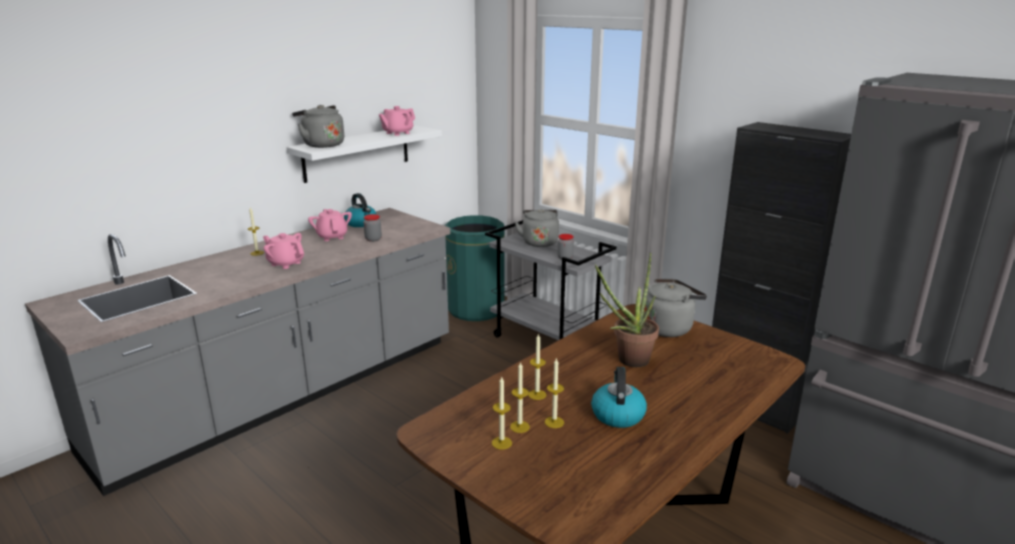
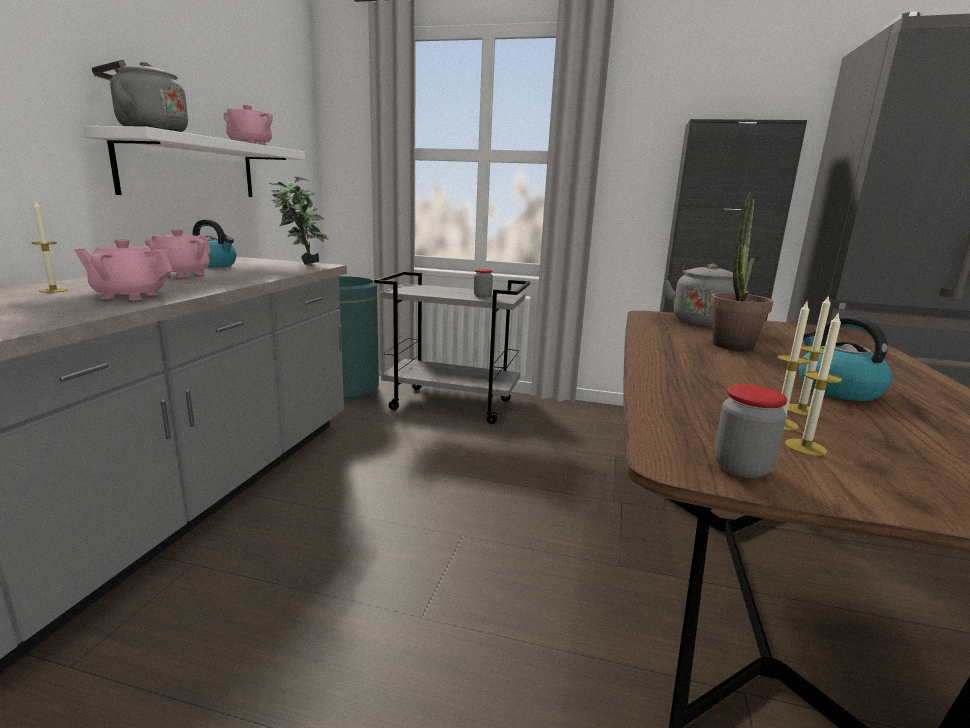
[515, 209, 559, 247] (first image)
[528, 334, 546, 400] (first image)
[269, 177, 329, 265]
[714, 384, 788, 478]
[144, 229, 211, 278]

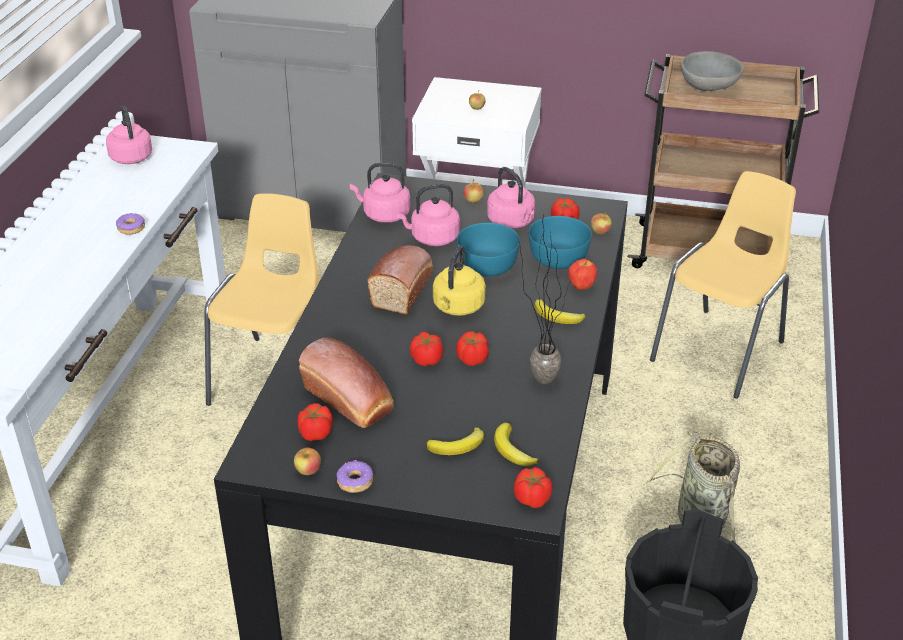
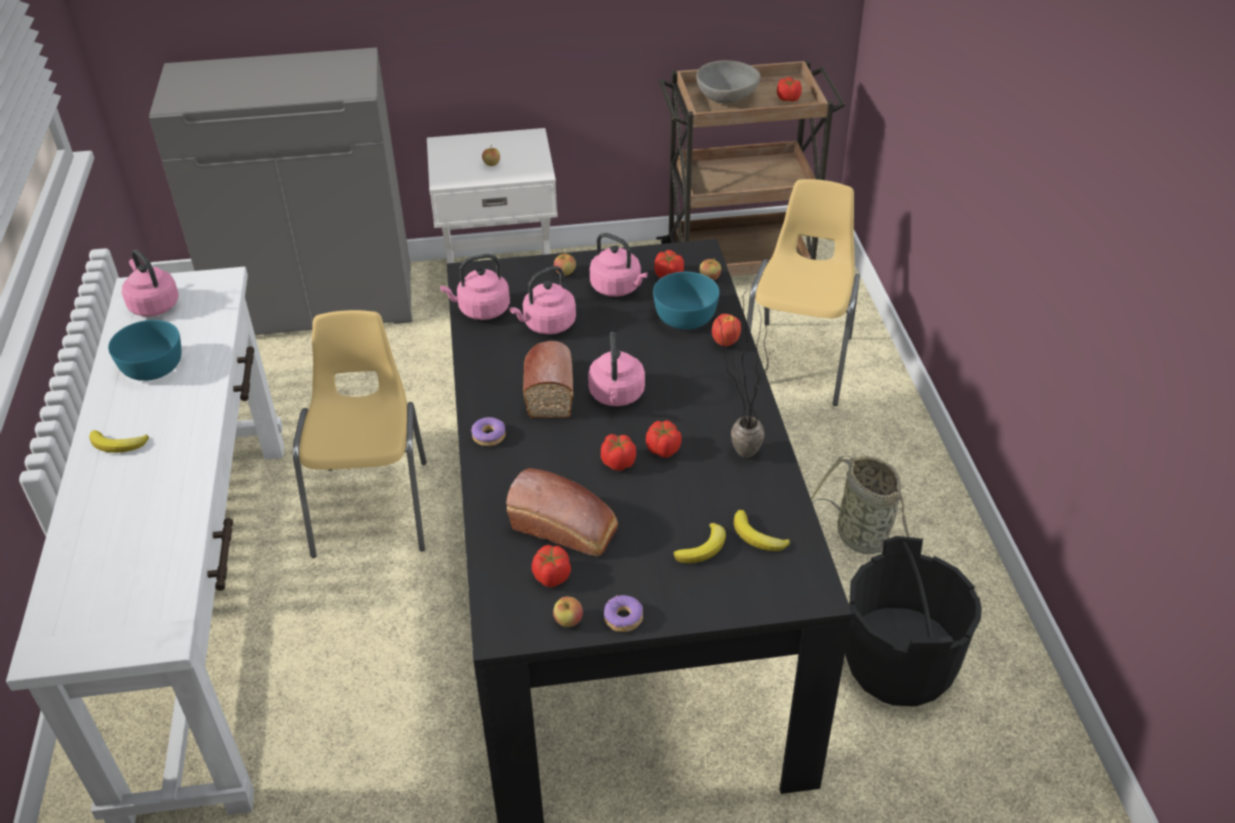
[471, 417, 506, 446]
[108, 320, 181, 381]
[777, 77, 802, 102]
[89, 430, 149, 453]
[588, 332, 645, 406]

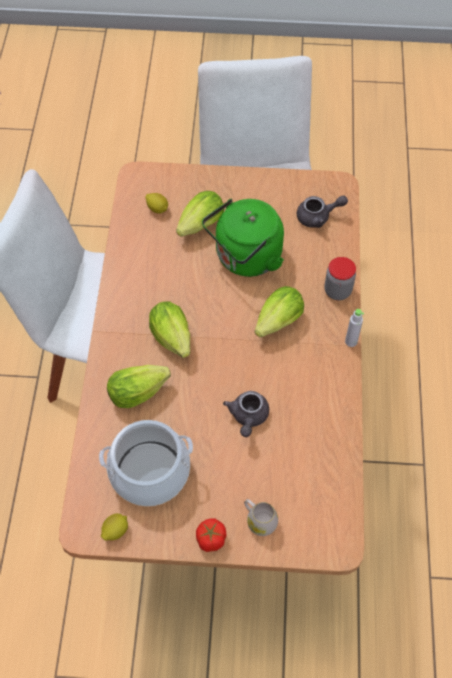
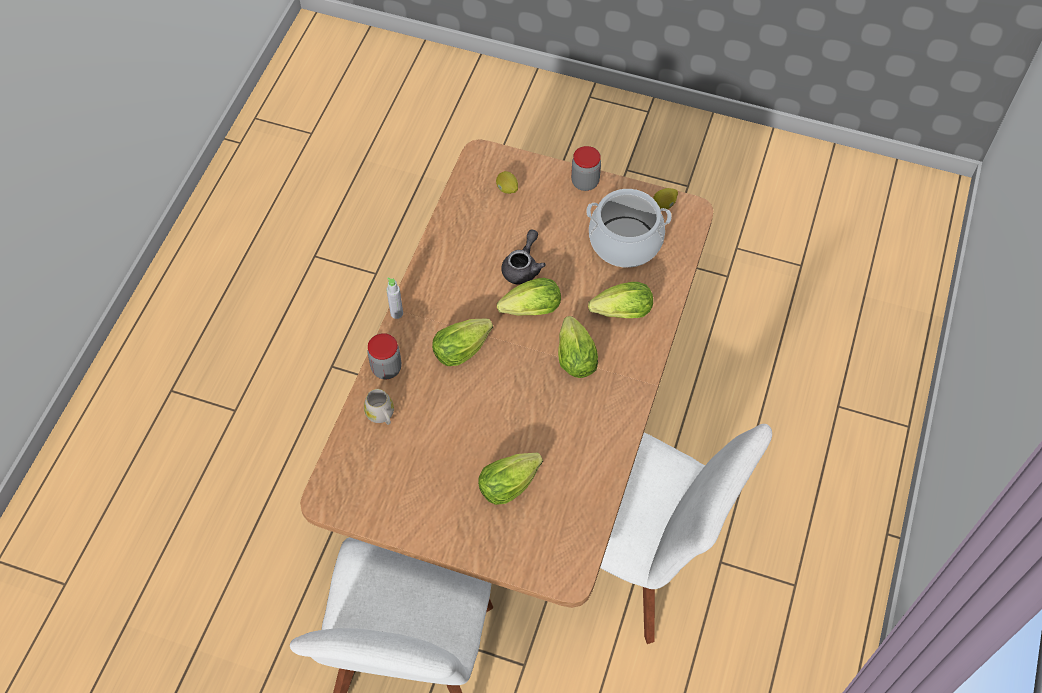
[202, 199, 284, 277] (first image)
[297, 195, 348, 228] (first image)
[497, 278, 561, 316]
[496, 171, 518, 194]
[364, 389, 394, 425]
[571, 146, 601, 191]

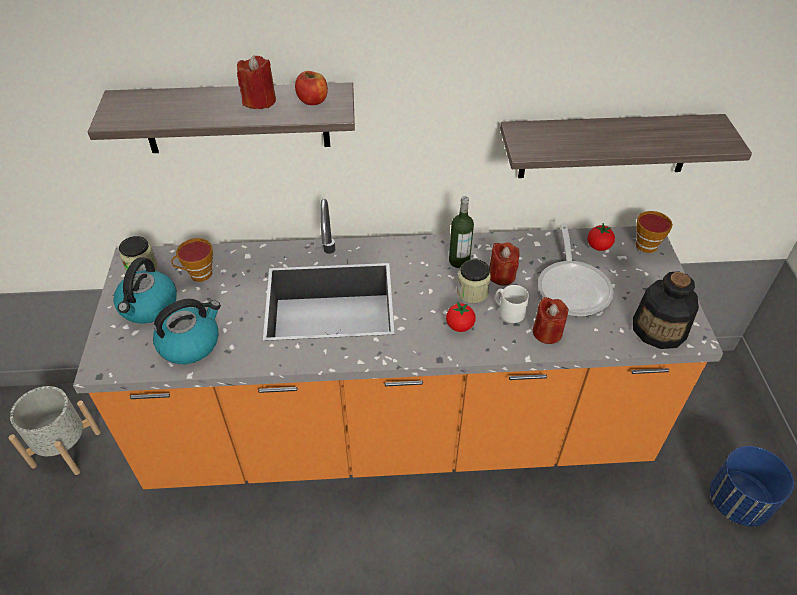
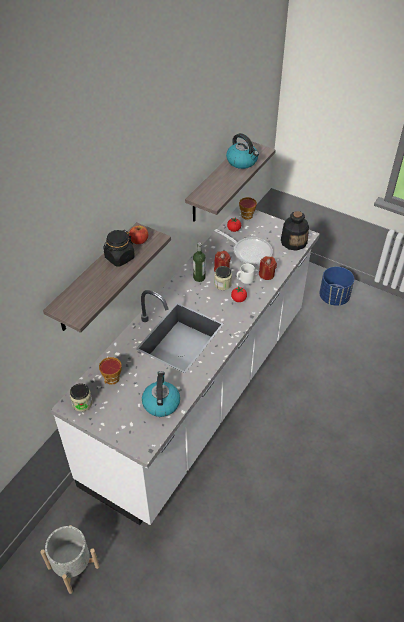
[226, 133, 259, 169]
[103, 230, 135, 267]
[51, 205, 320, 525]

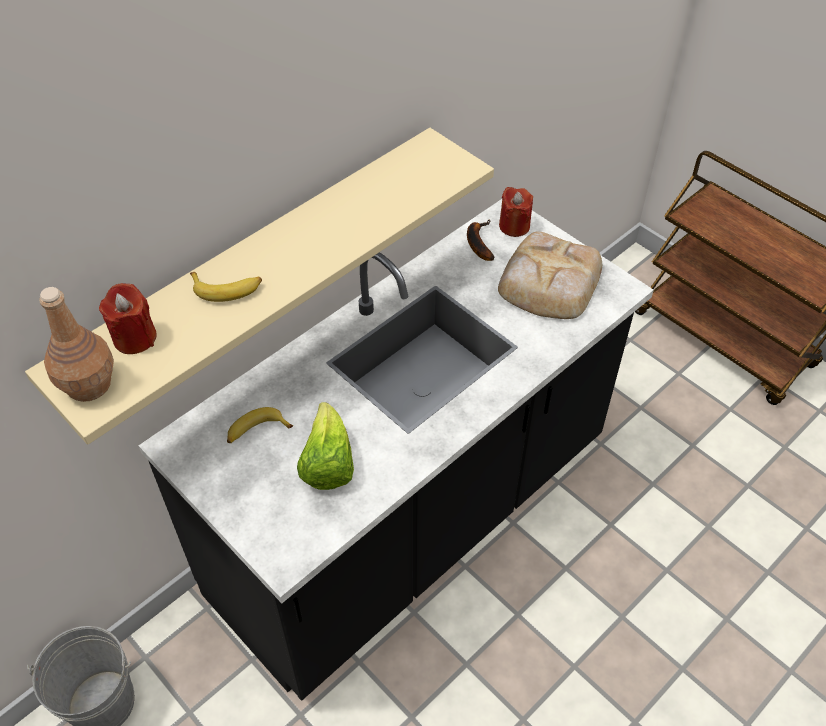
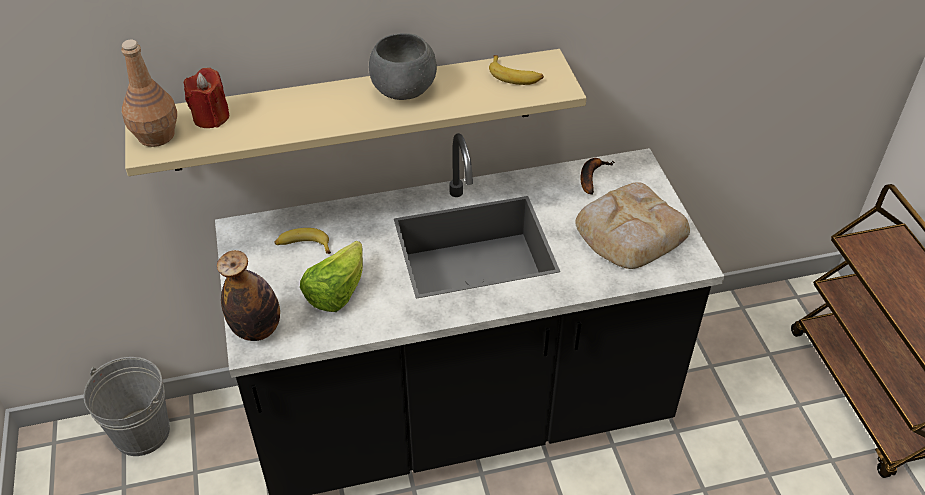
[499, 187, 533, 237] (first image)
[217, 250, 280, 341]
[369, 33, 437, 100]
[489, 55, 544, 85]

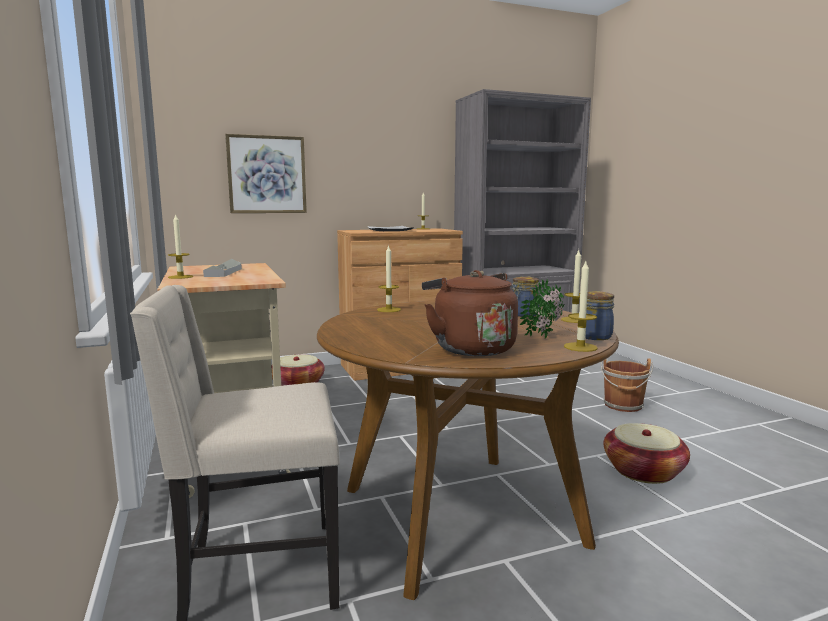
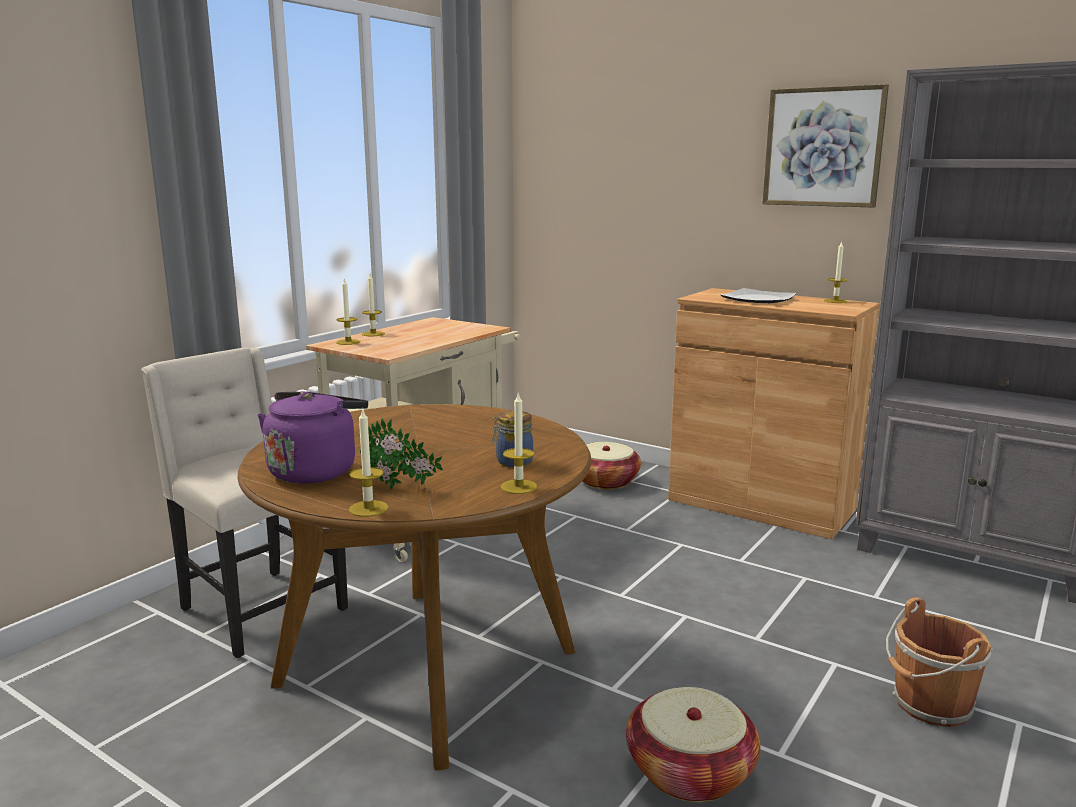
[203, 259, 242, 277] (first image)
[585, 291, 614, 340] (first image)
[762, 84, 889, 208]
[336, 278, 360, 345]
[258, 391, 368, 484]

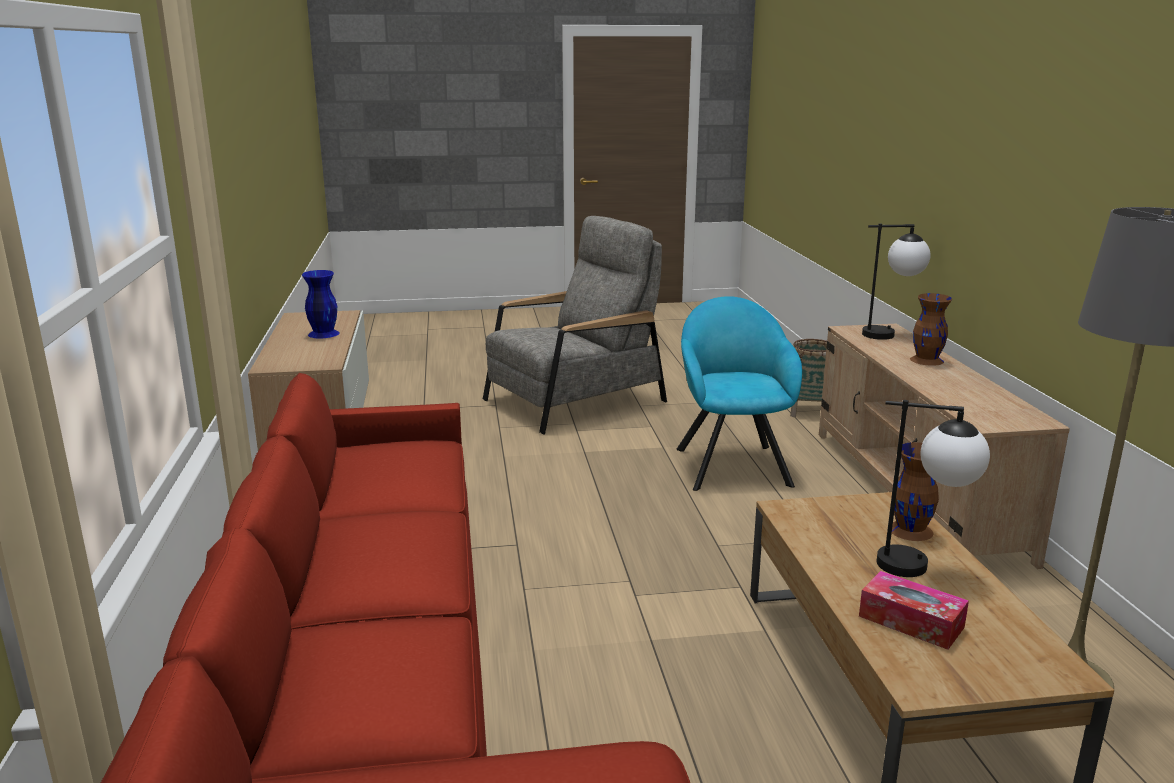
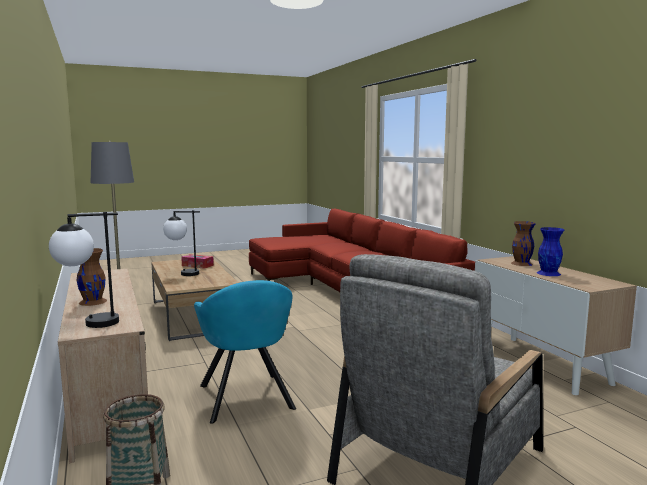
[511, 221, 536, 266]

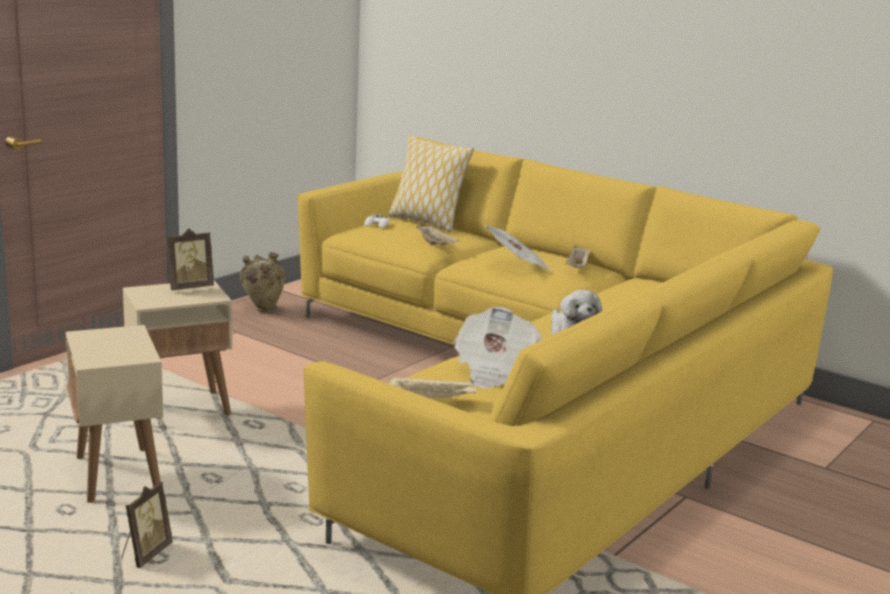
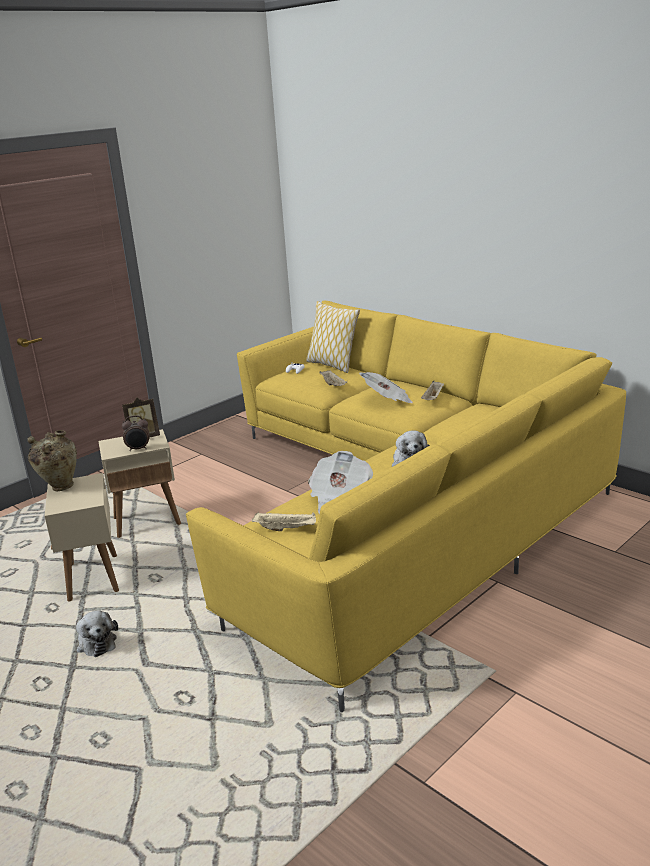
[122, 415, 150, 451]
[28, 430, 77, 491]
[76, 610, 118, 657]

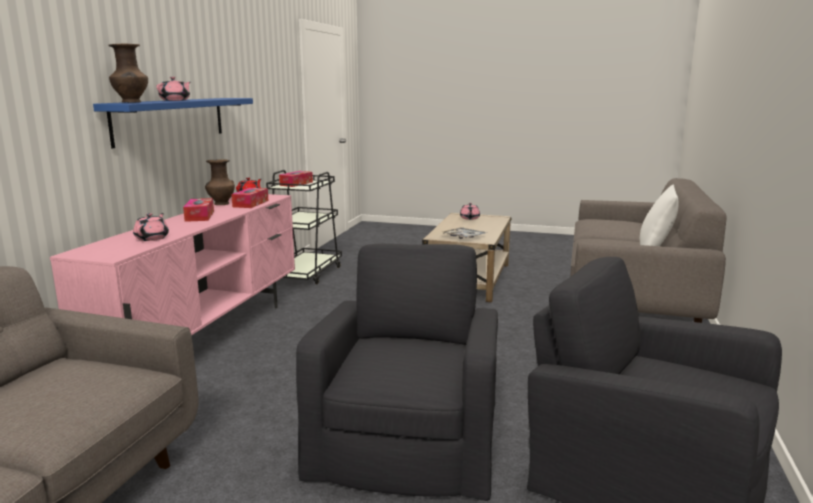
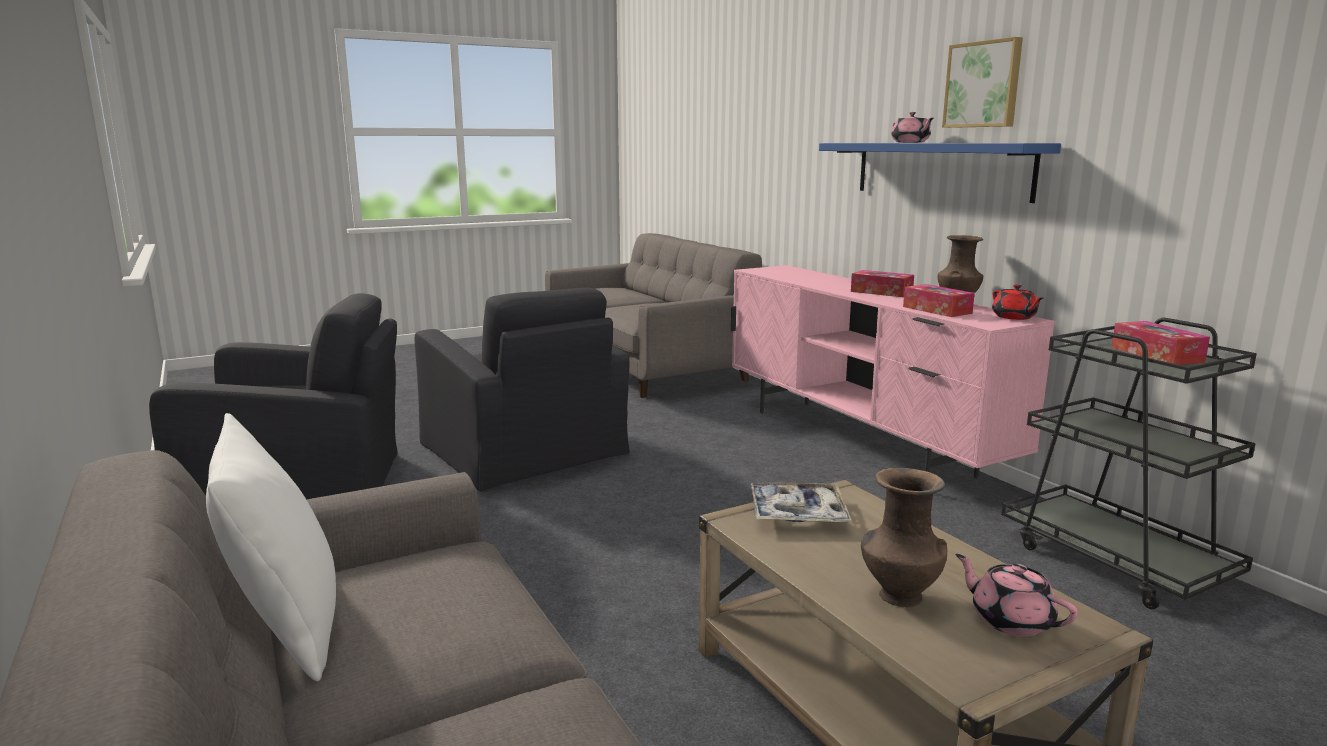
[133, 213, 169, 241] (first image)
[942, 37, 1023, 128]
[861, 468, 947, 607]

